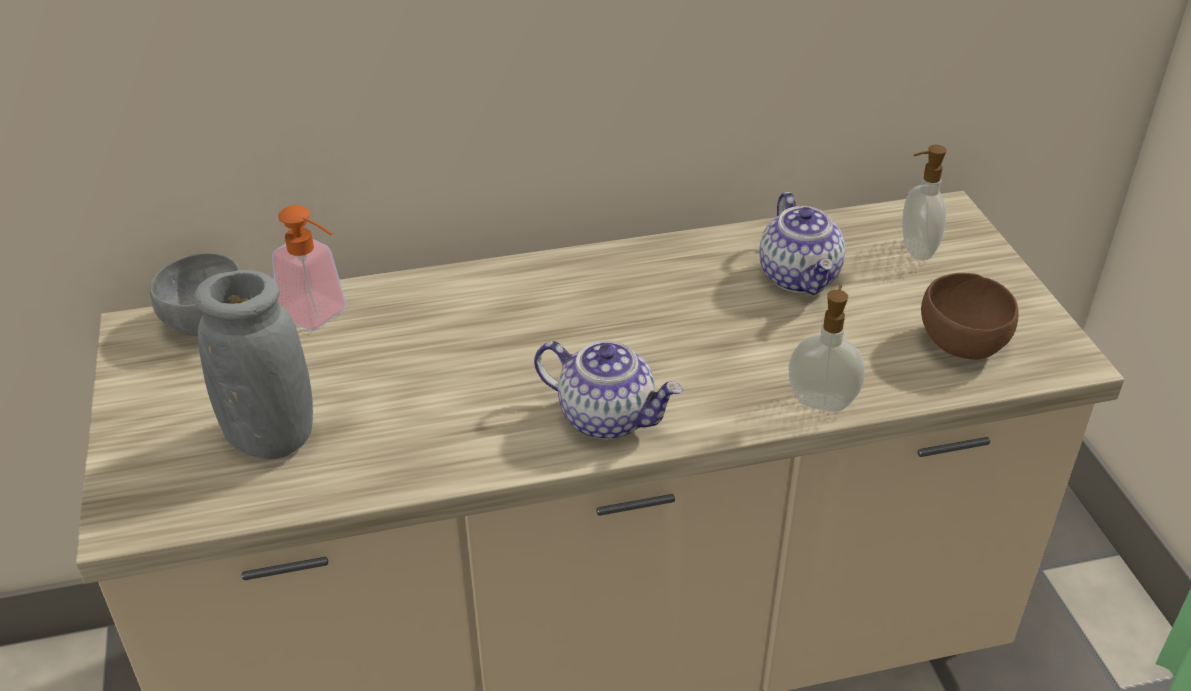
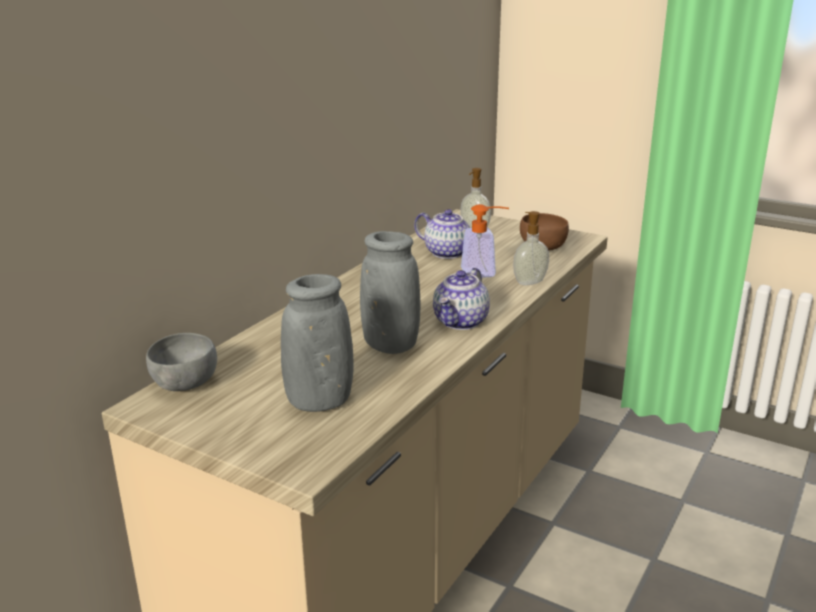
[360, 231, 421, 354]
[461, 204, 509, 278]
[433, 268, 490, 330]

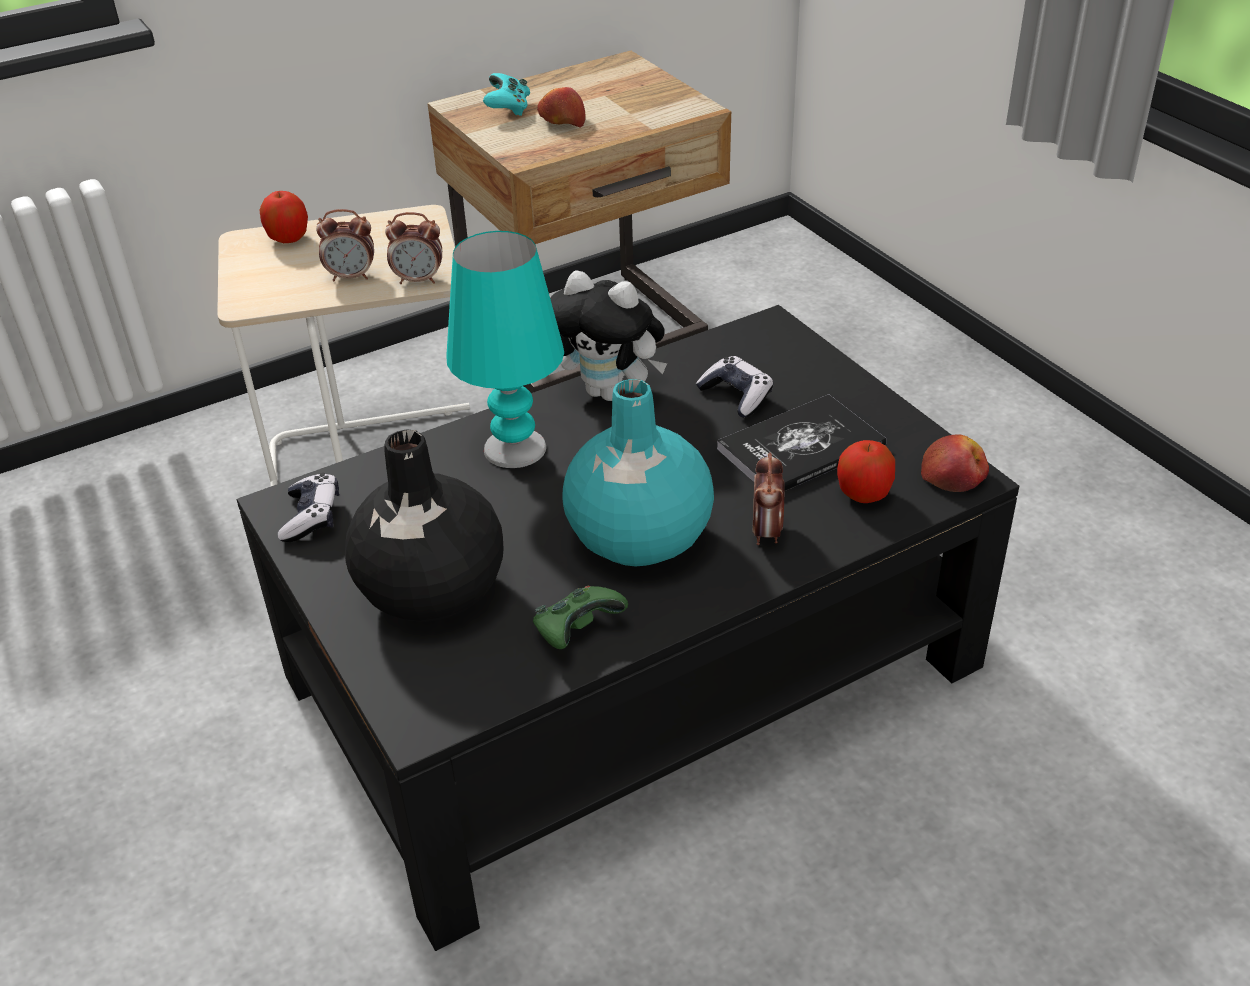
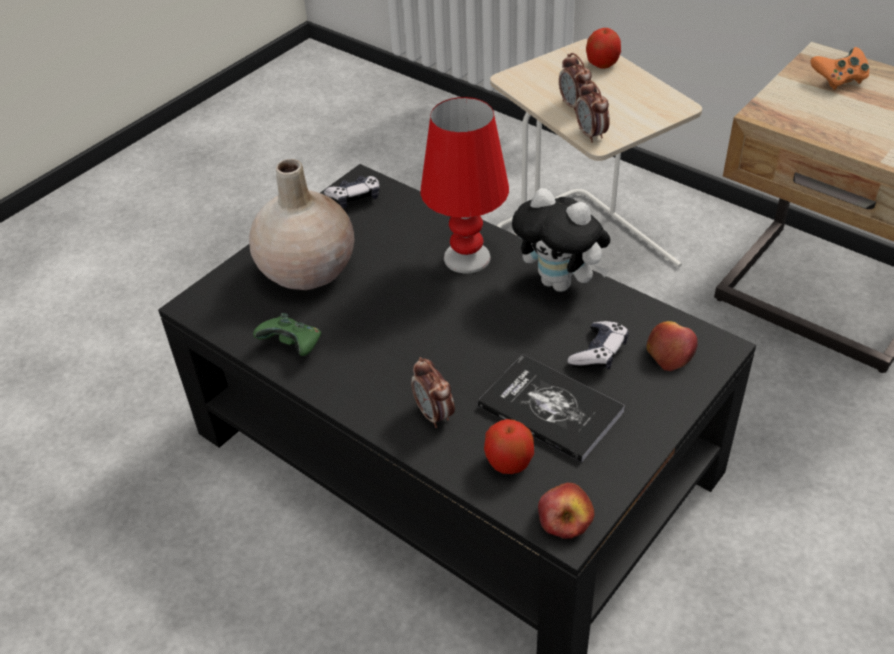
[562, 379, 714, 567] (first image)
[646, 321, 698, 371]
[249, 159, 355, 290]
[421, 97, 509, 273]
[811, 47, 869, 90]
[512, 188, 610, 292]
[411, 357, 455, 428]

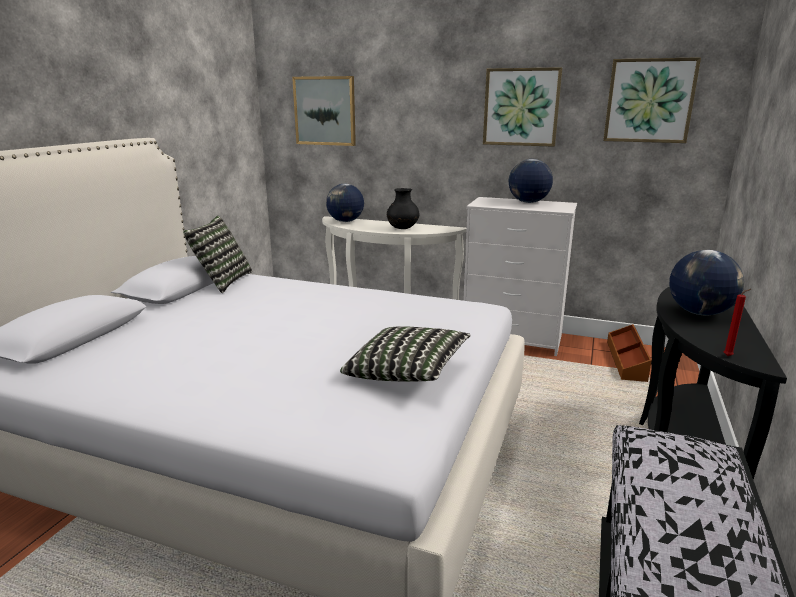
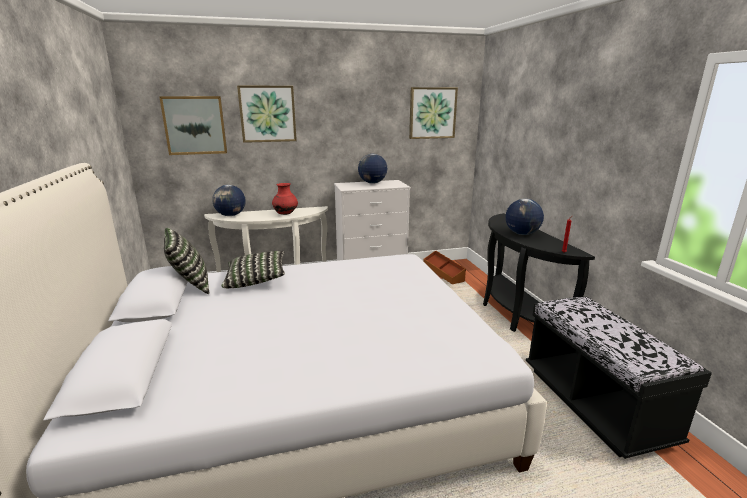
[221, 251, 285, 288]
[237, 85, 297, 143]
[272, 183, 298, 215]

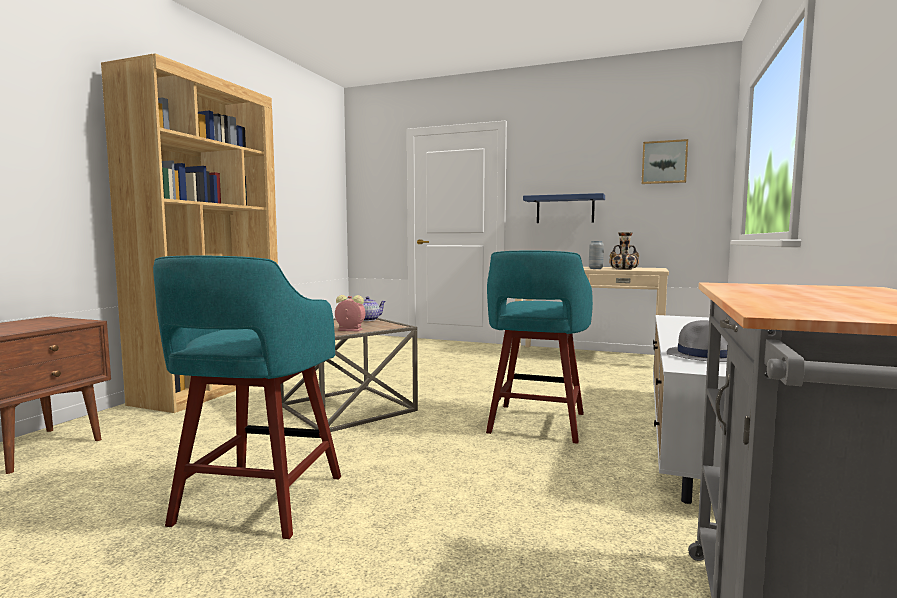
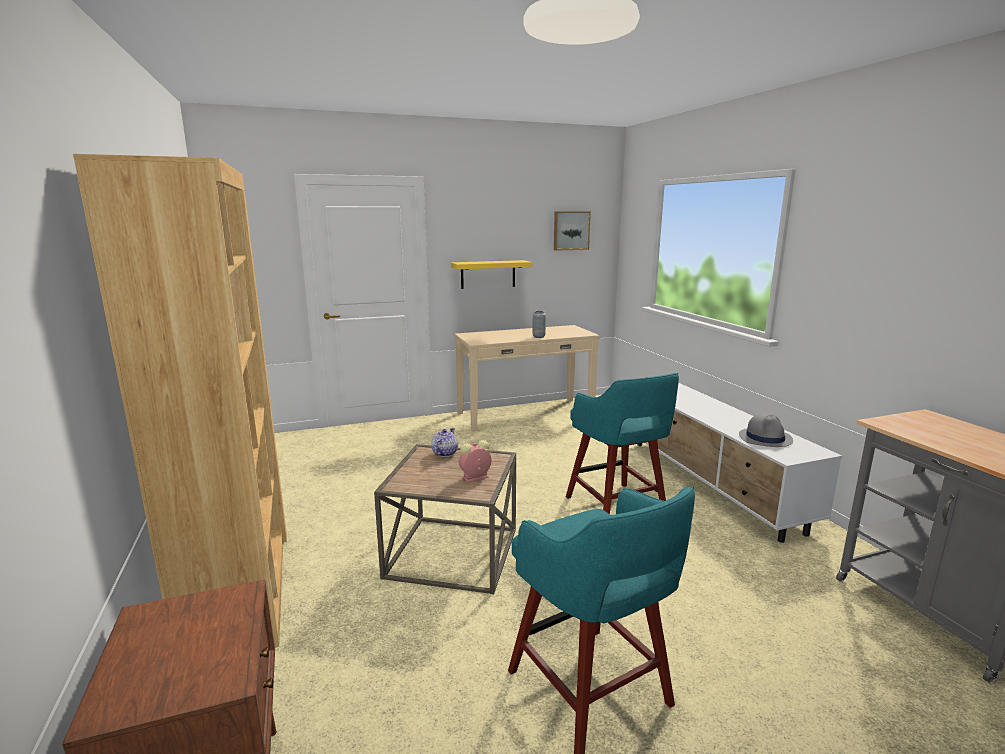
[609, 232, 639, 270] (first image)
[451, 260, 532, 289]

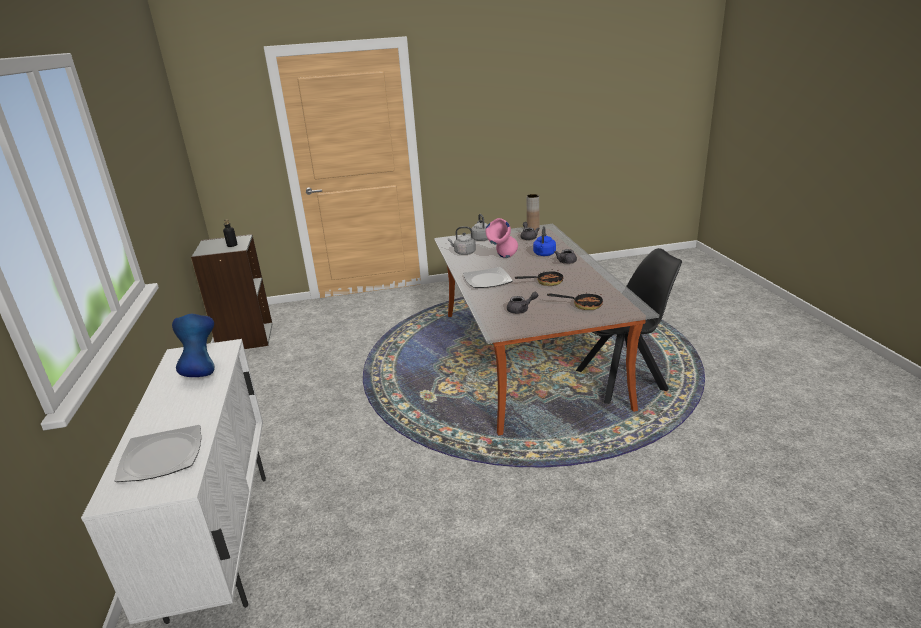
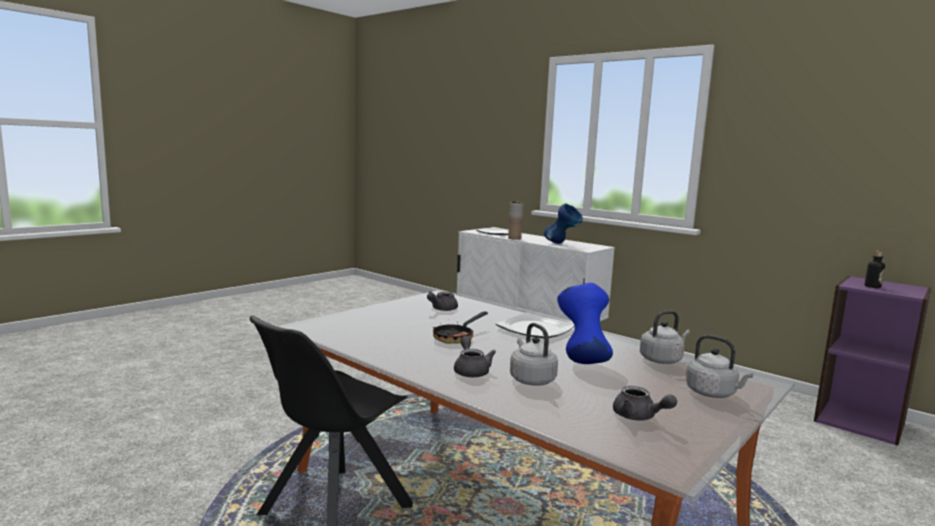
[547, 292, 603, 310] (first image)
[508, 202, 523, 240]
[814, 276, 932, 446]
[557, 283, 613, 364]
[510, 323, 558, 386]

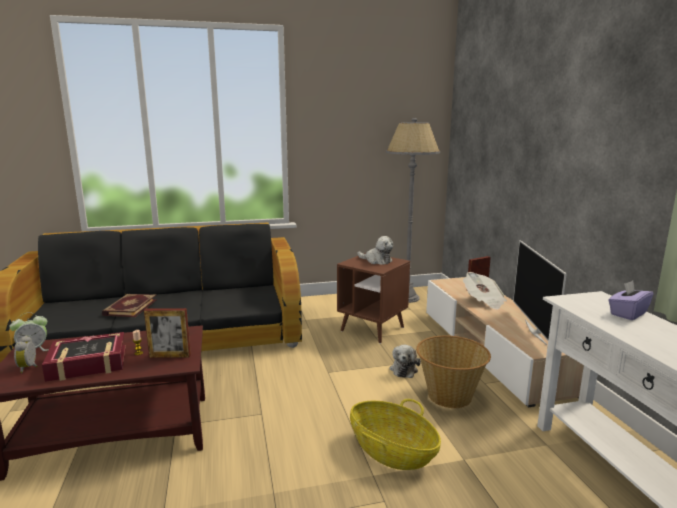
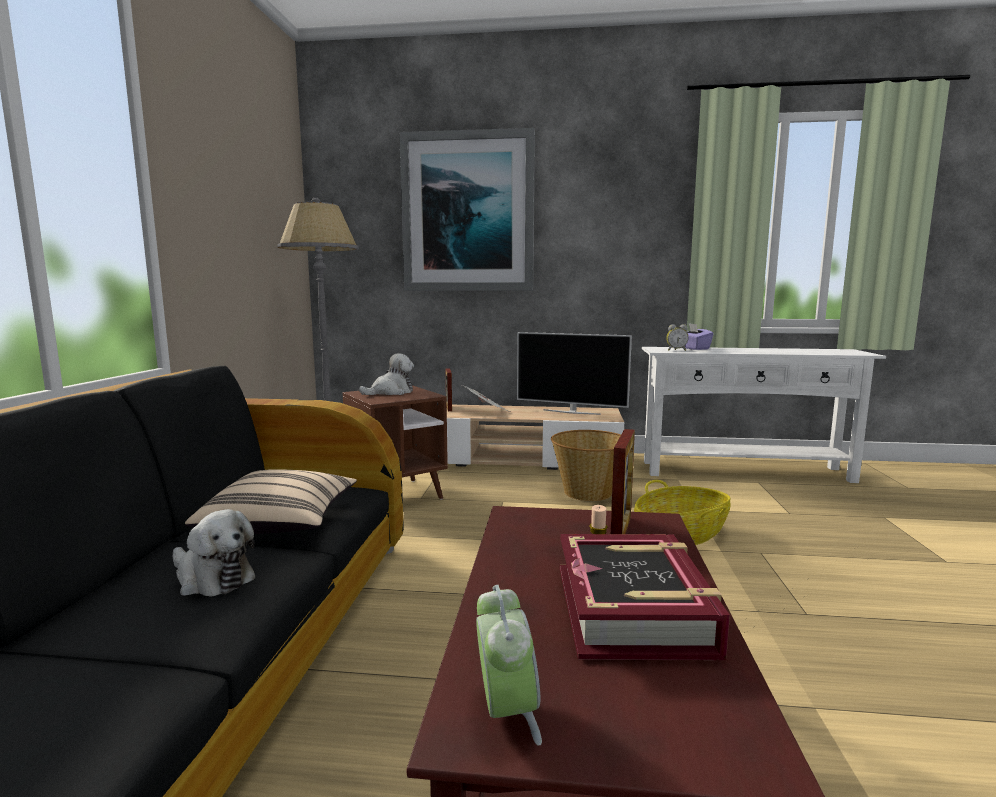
[102, 294, 157, 317] (first image)
[185, 469, 357, 534]
[399, 128, 535, 291]
[666, 324, 688, 351]
[173, 509, 255, 597]

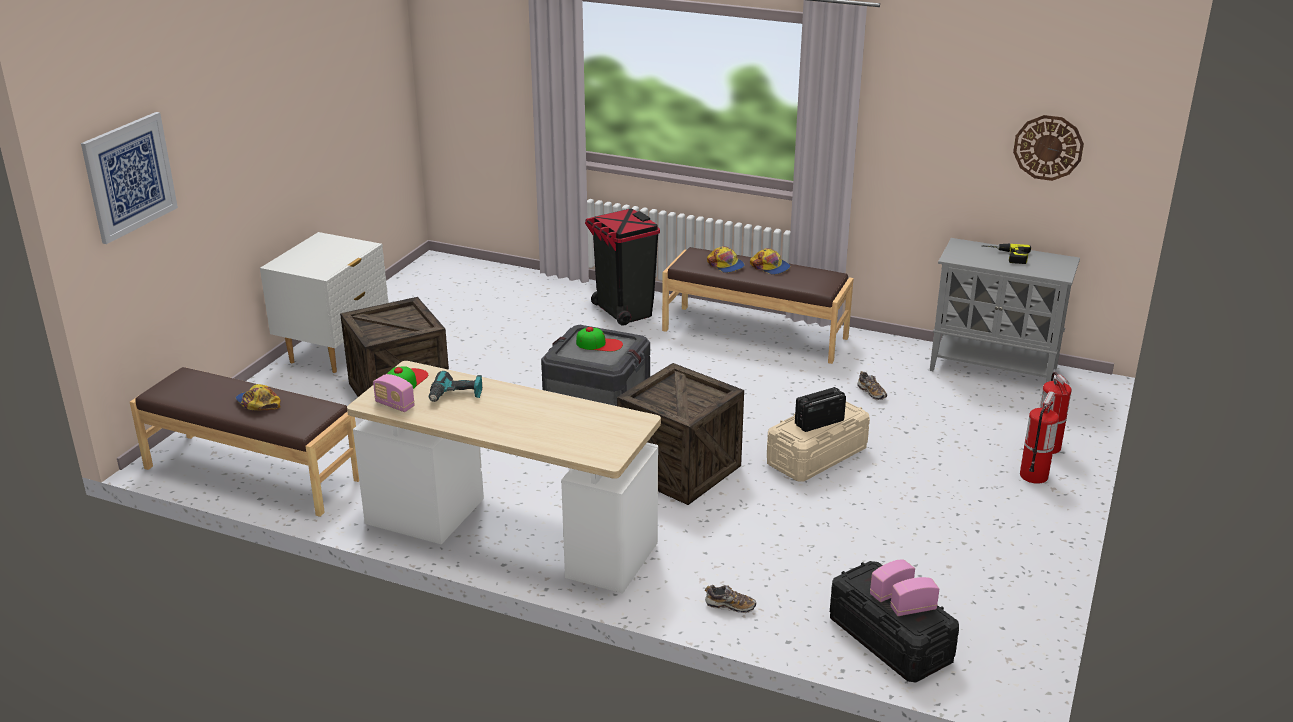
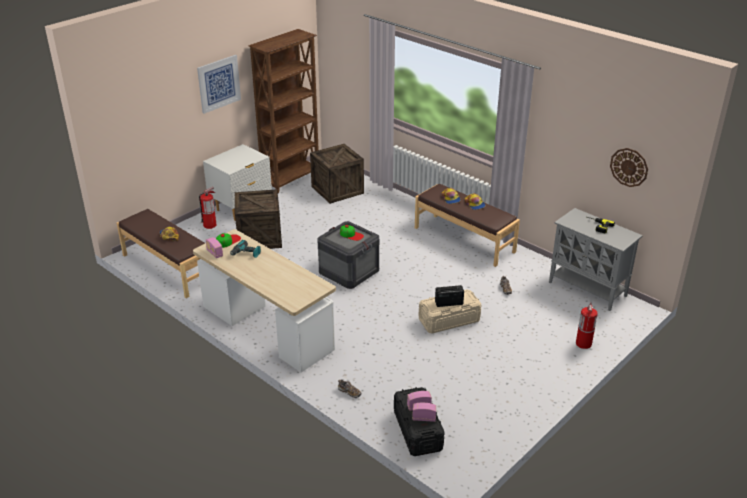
[585, 209, 660, 326] (first image)
[248, 29, 319, 193]
[197, 55, 241, 114]
[310, 144, 364, 204]
[199, 187, 216, 229]

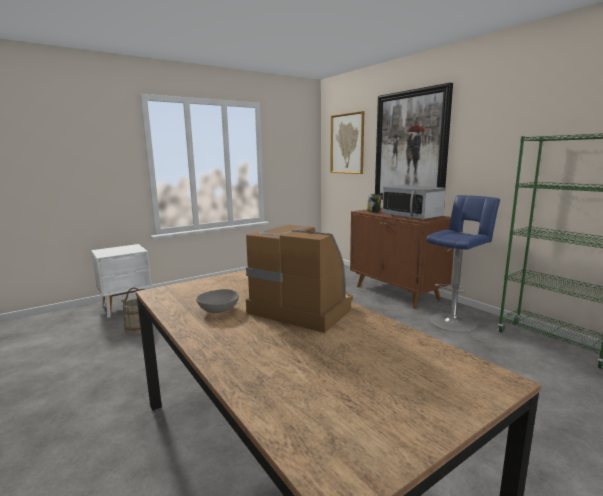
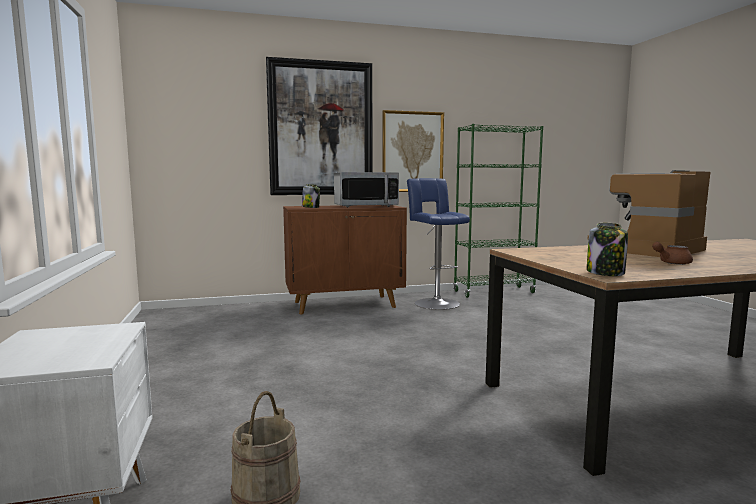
[587, 223, 628, 276]
[382, 110, 444, 192]
[652, 242, 693, 265]

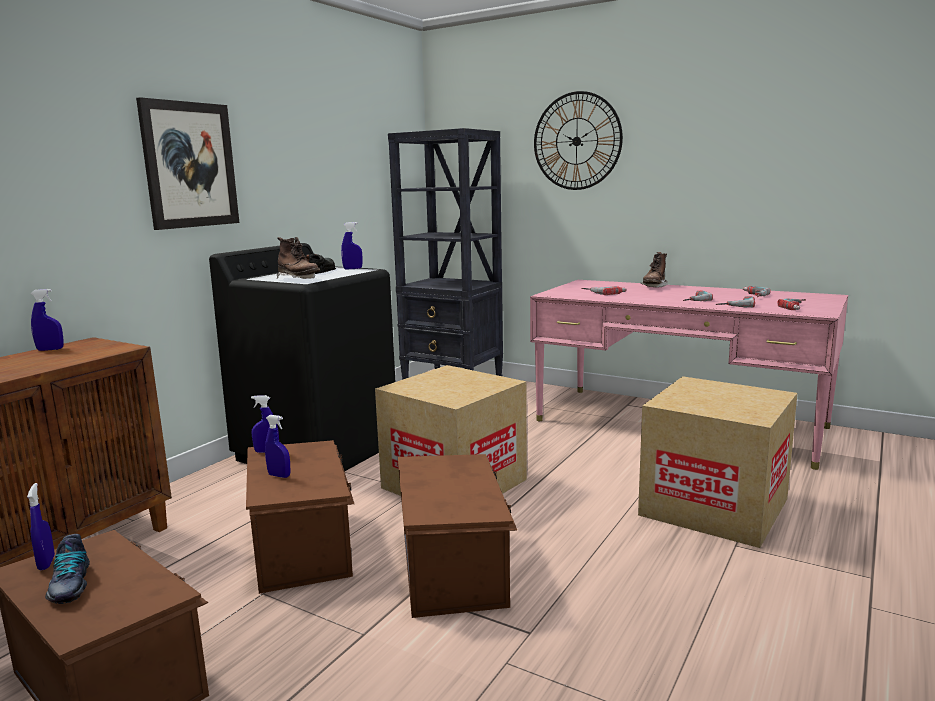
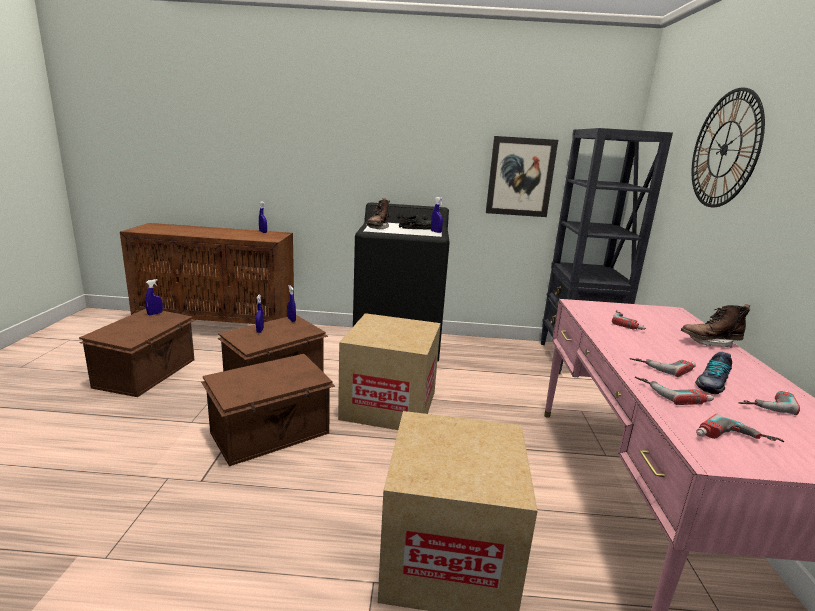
[695, 352, 732, 394]
[486, 136, 558, 217]

